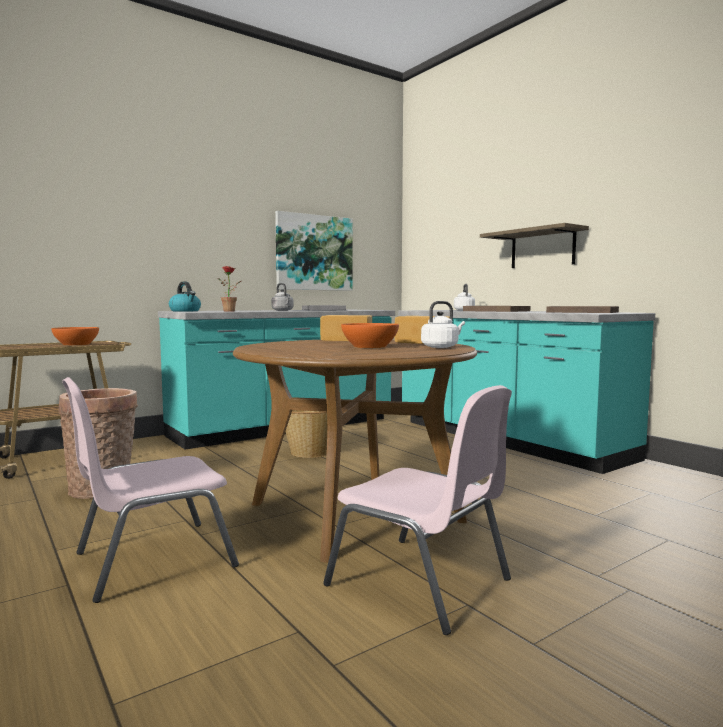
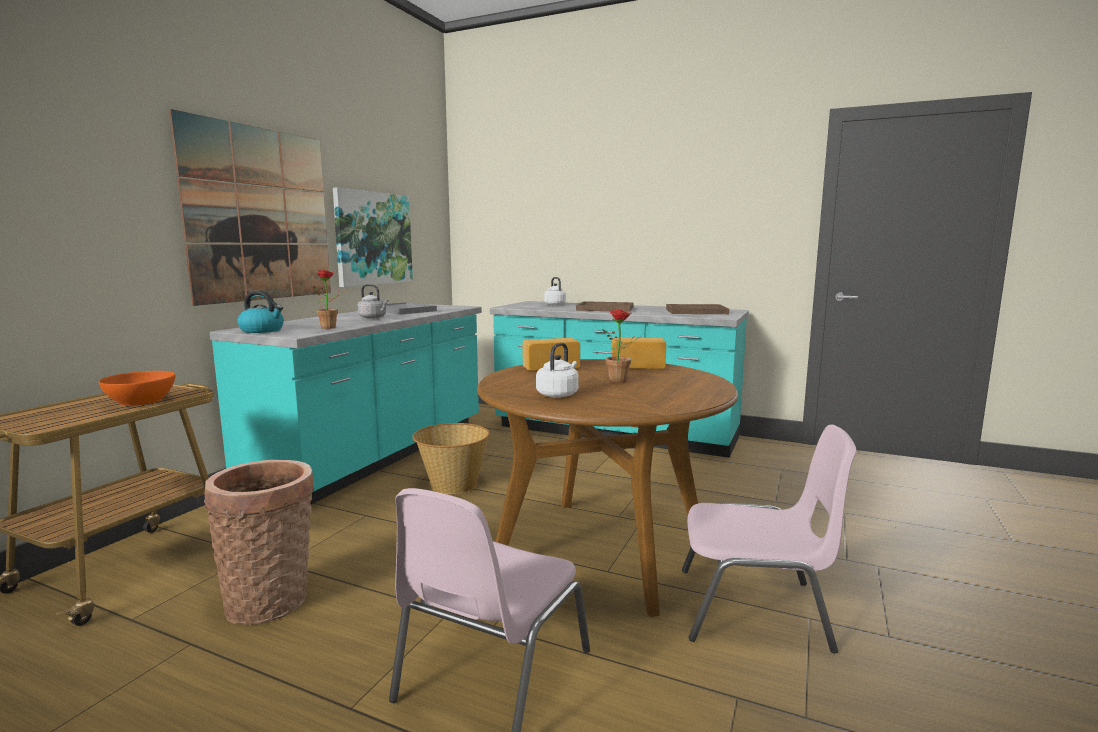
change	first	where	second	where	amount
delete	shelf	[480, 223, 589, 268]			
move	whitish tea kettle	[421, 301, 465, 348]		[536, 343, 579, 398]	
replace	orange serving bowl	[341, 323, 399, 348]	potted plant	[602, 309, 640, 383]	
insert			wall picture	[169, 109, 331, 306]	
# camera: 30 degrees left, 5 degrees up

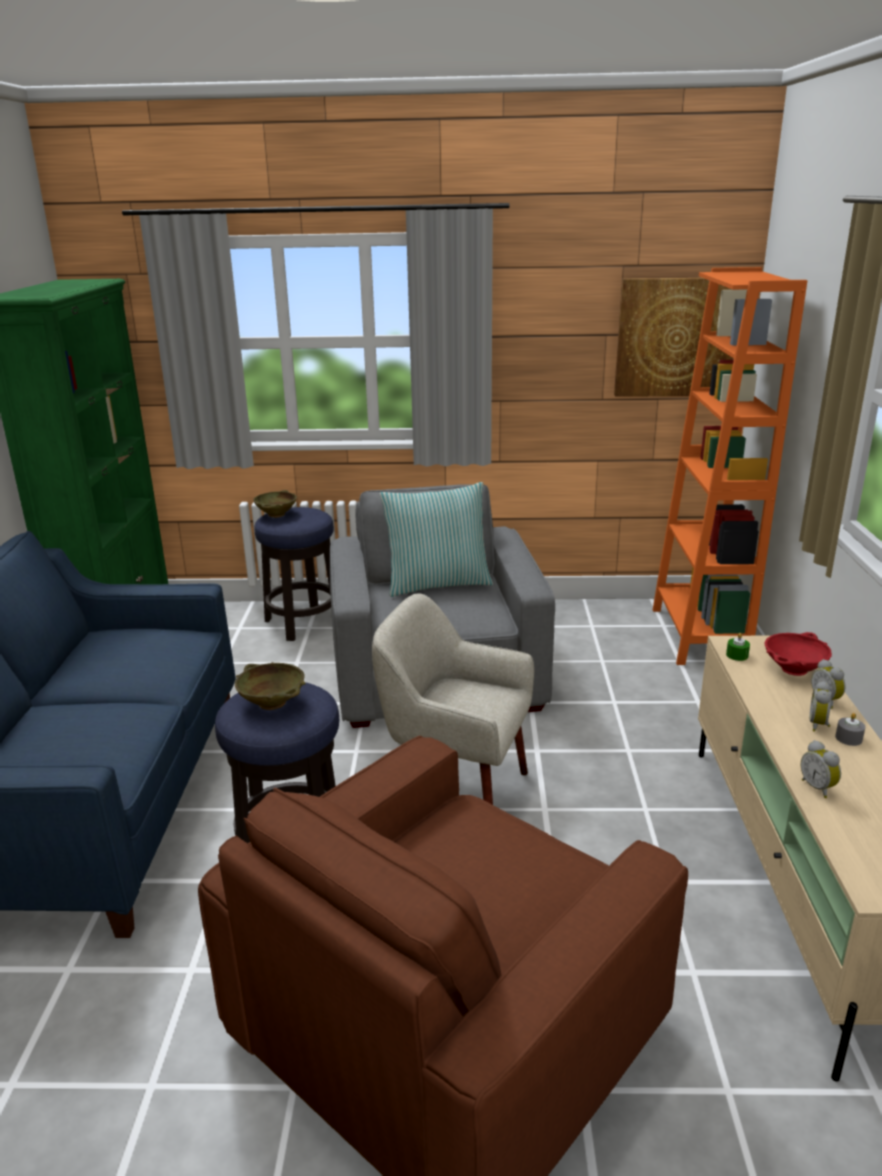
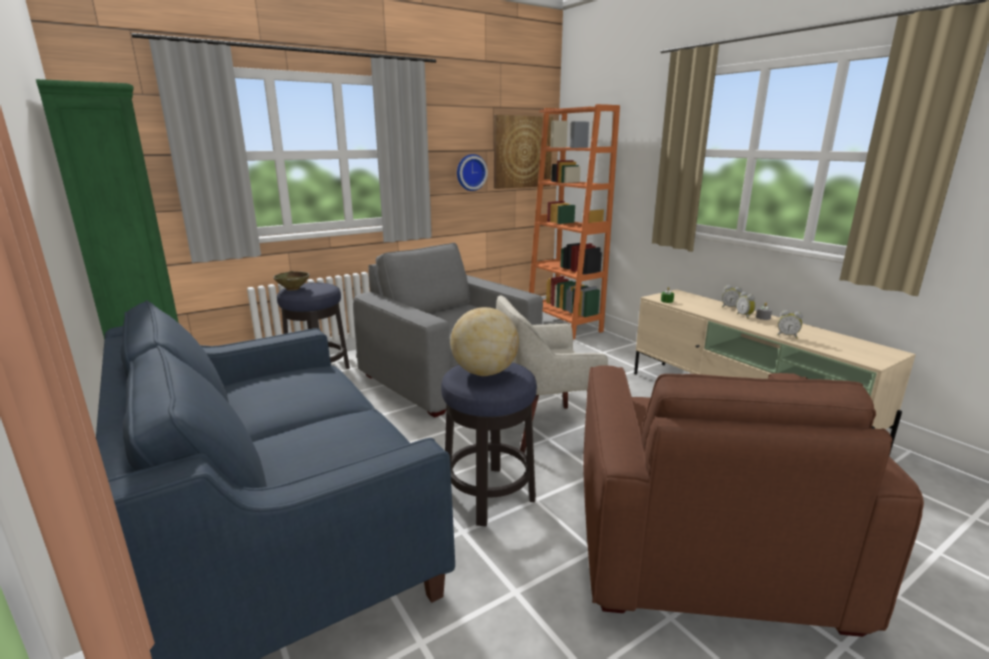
change	first	where	second	where	amount
delete	throw pillow	[380, 482, 493, 597]			
delete	reddish serving bowl	[764, 632, 832, 676]			
replace	sand-coloured serving bowl	[235, 662, 306, 710]	globe	[450, 307, 519, 376]	
insert			wall clock	[457, 154, 488, 191]	
# camera: 35 degrees left, 5 degrees down

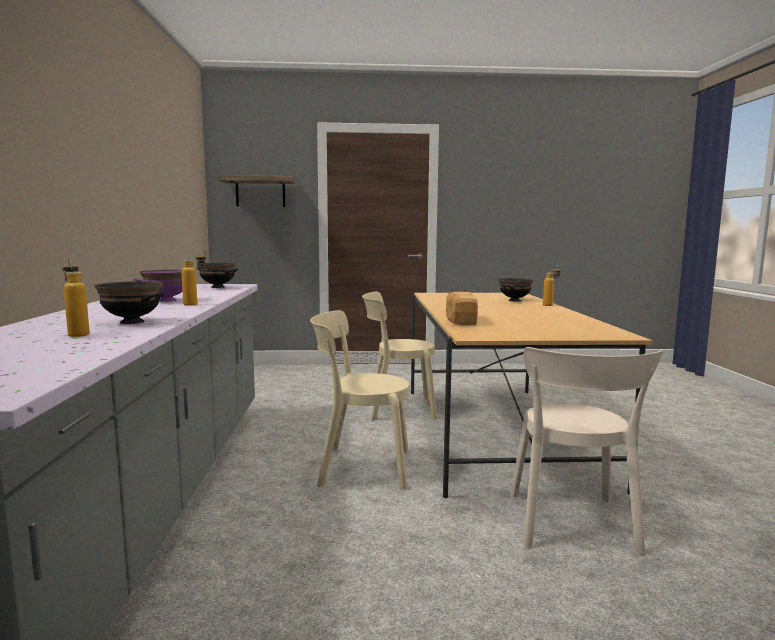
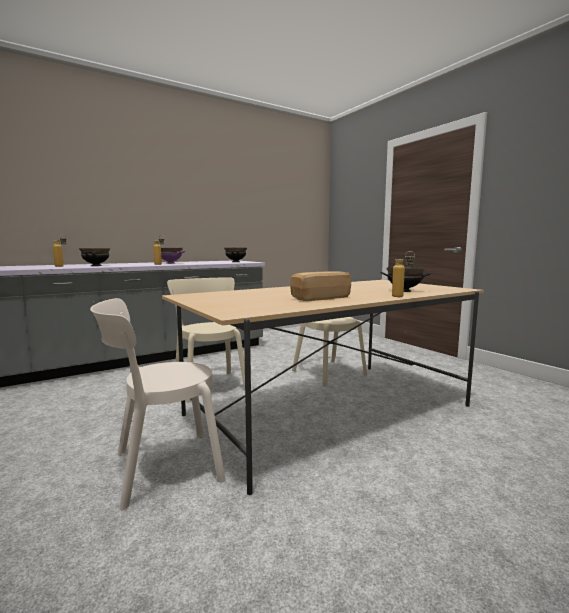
change	first	where	second	where	amount
delete	shelf	[217, 175, 295, 207]			
move	baked bread	[446, 292, 478, 325]		[290, 271, 351, 301]	
# camera: 60 degrees right, 0 degrees up

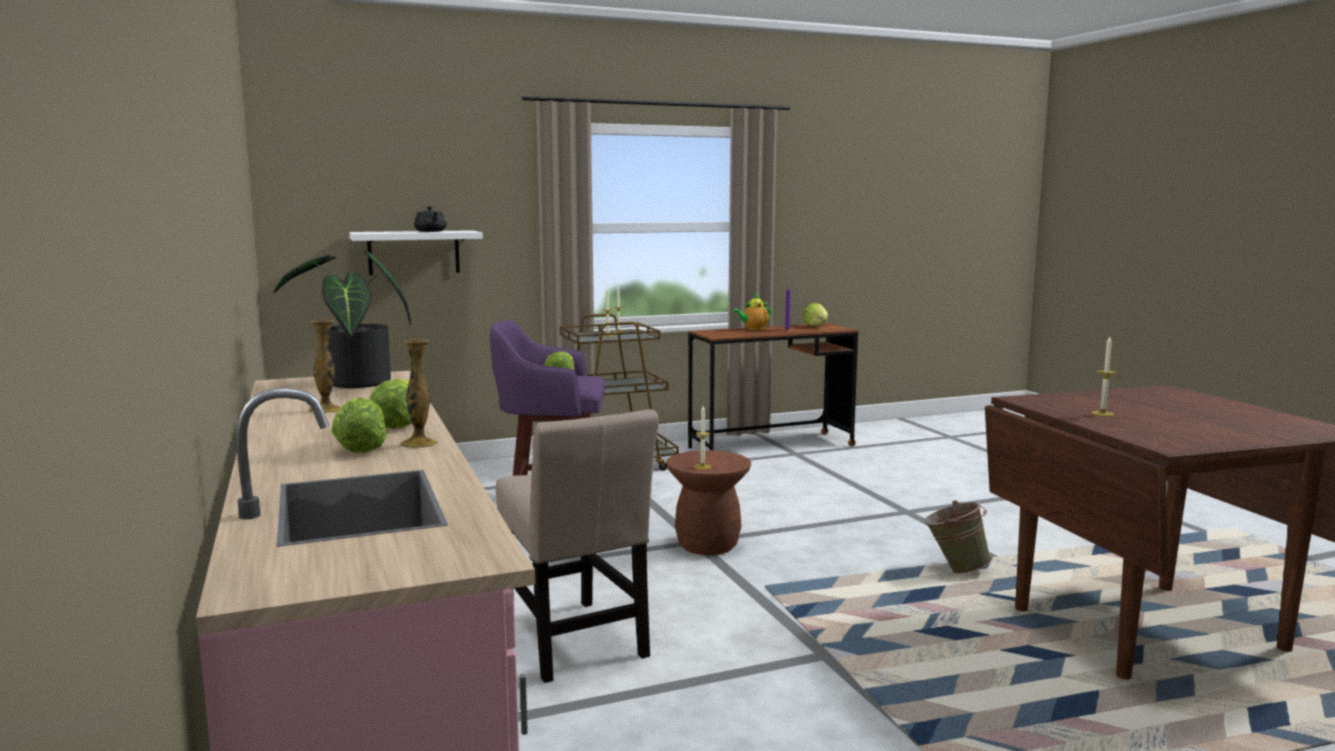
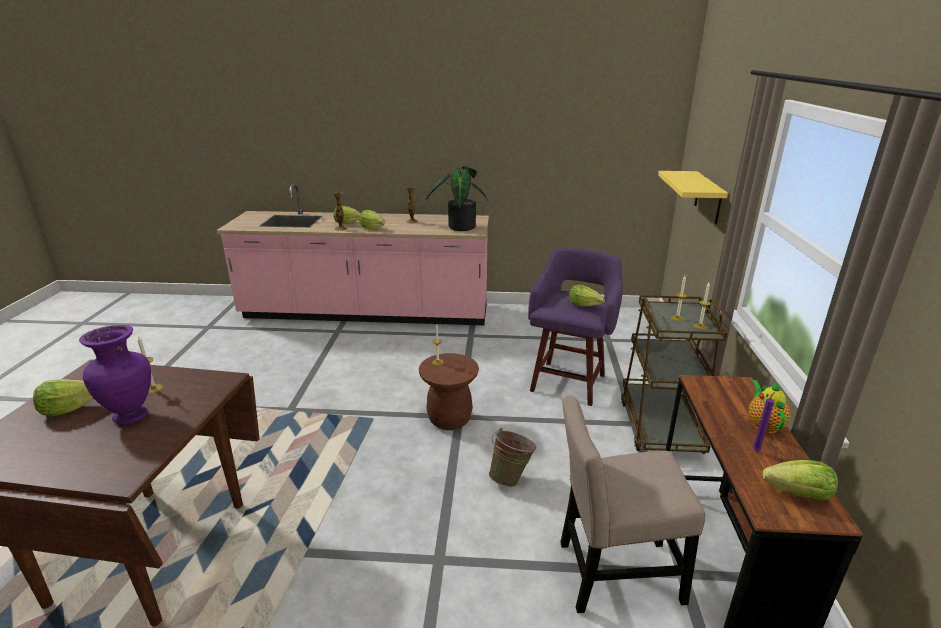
change	first	where	second	where	amount
delete	black-coloured teapot	[414, 206, 447, 232]			
recolor	whitish shelf	[350, 230, 483, 275]	yellowish shelf	[658, 171, 728, 224]	
move	sand-coloured upright chair	[496, 409, 659, 683]		[560, 395, 705, 613]	
move	greenish bucket	[924, 500, 992, 574]		[489, 428, 536, 487]	
insert			purple-coloured vase	[79, 325, 151, 425]	
insert			head of lettuce	[33, 379, 94, 416]	
# camera: 115 degrees right, 15 degrees up

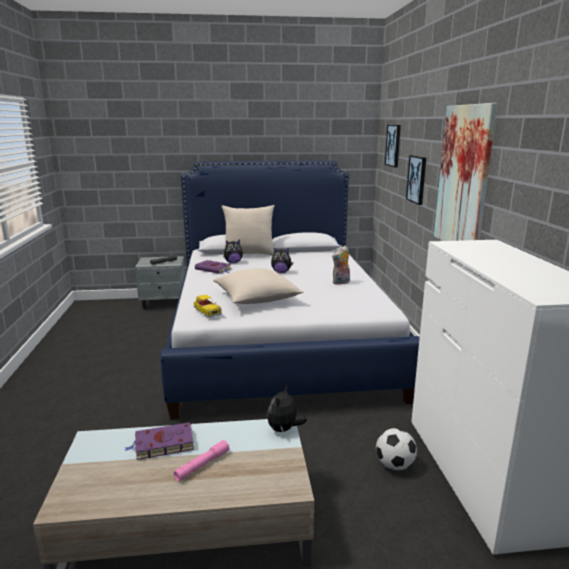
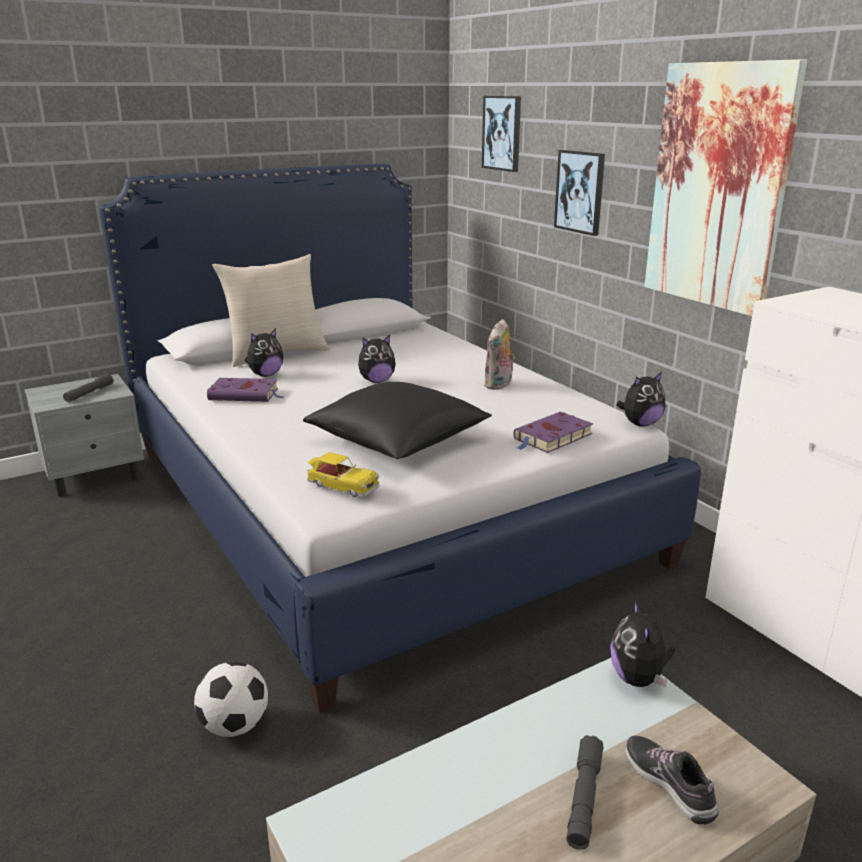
change	first	where	second	where	amount
recolor	sand-coloured throw pillow	[213, 268, 304, 304]	black-coloured throw pillow	[303, 382, 492, 459]	
move	purple-coloured volume	[125, 422, 194, 460]		[513, 412, 593, 453]	
move	ball for football	[376, 428, 417, 470]		[194, 661, 268, 737]	
recolor	pinkish hand torch	[174, 440, 230, 481]	grey hand torch	[567, 735, 604, 850]	
insert			cuddly toy	[616, 372, 665, 427]	
insert			item of footwear	[625, 735, 719, 824]	
# camera: 25 degrees left, 5 degrees up

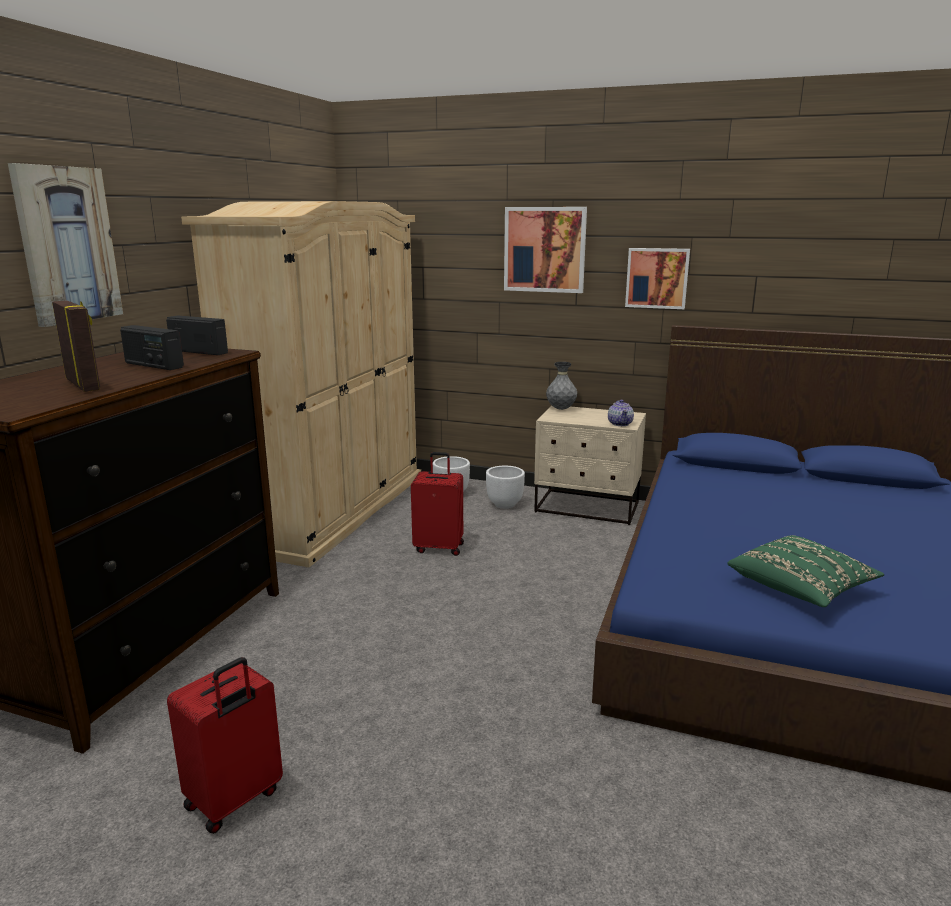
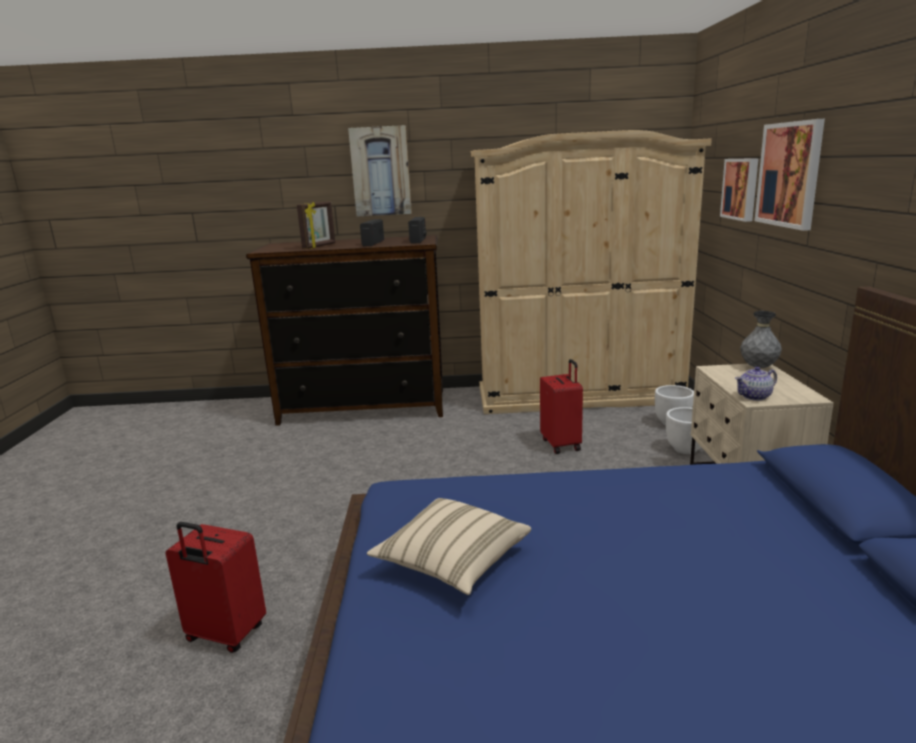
change	first	where	second	where	amount
move	wall picture	[625, 248, 690, 309]		[720, 159, 758, 222]	
recolor	greenish throw pillow	[727, 535, 884, 607]	sand-coloured throw pillow	[367, 498, 531, 595]	
move	reddish suitcase	[167, 657, 283, 834]		[165, 522, 266, 653]	
# camera: 70 degrees right, 0 degrees up

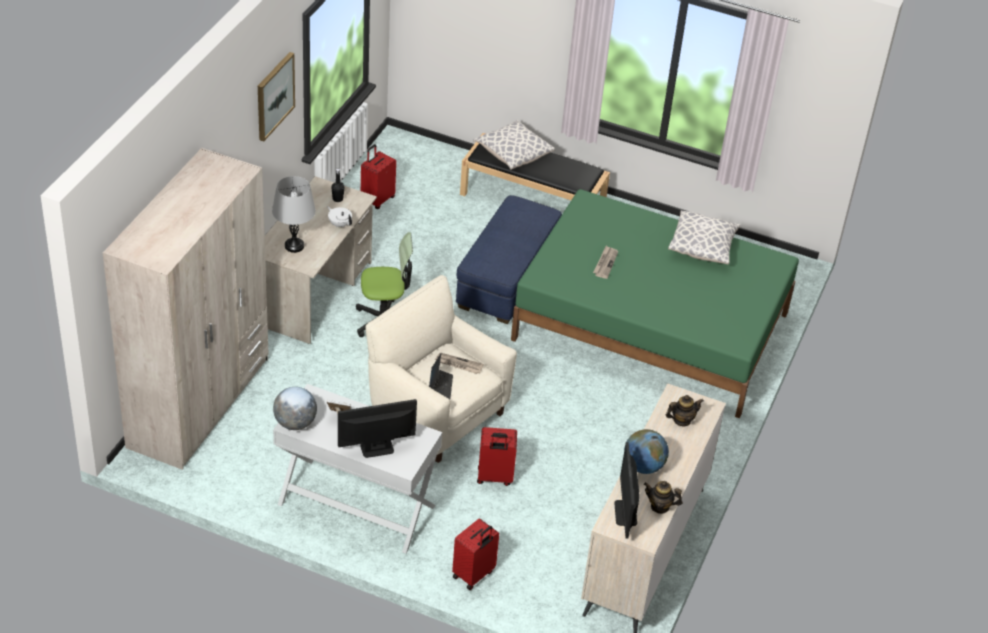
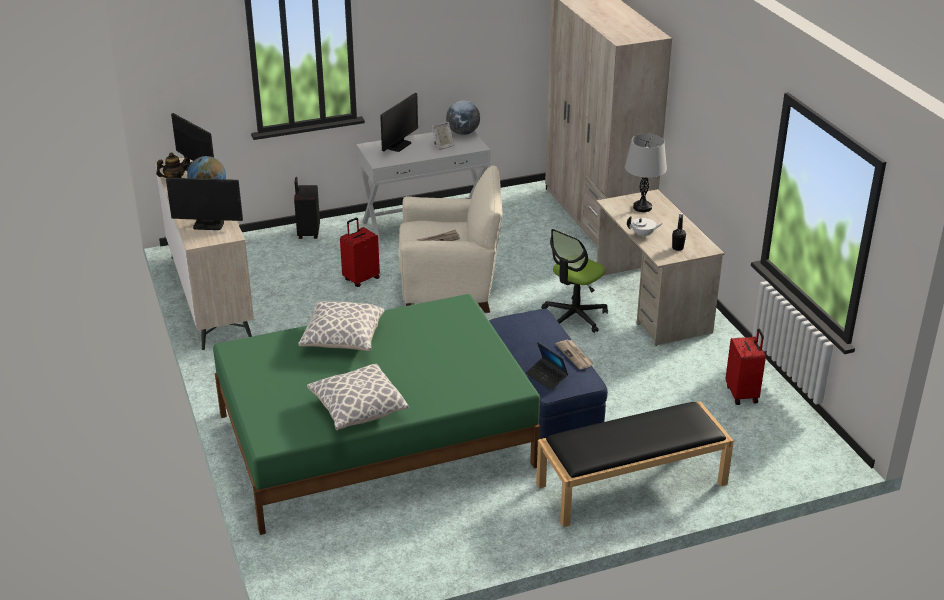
change	first	where	second	where	amount
delete	wall picture	[258, 52, 295, 141]			
move	throw pillow	[473, 120, 555, 170]		[298, 301, 385, 351]	
move	daily paper	[593, 246, 618, 279]		[555, 340, 594, 370]	
move	portable computer	[429, 353, 453, 399]		[526, 342, 568, 390]	
replace	teapot	[666, 395, 704, 427]	monitor	[166, 178, 243, 230]	
recolor	reddish suitcase	[452, 518, 499, 590]	black-coloured suitcase	[294, 177, 320, 239]	
# camera: 140 degrees right, 10 degrees down

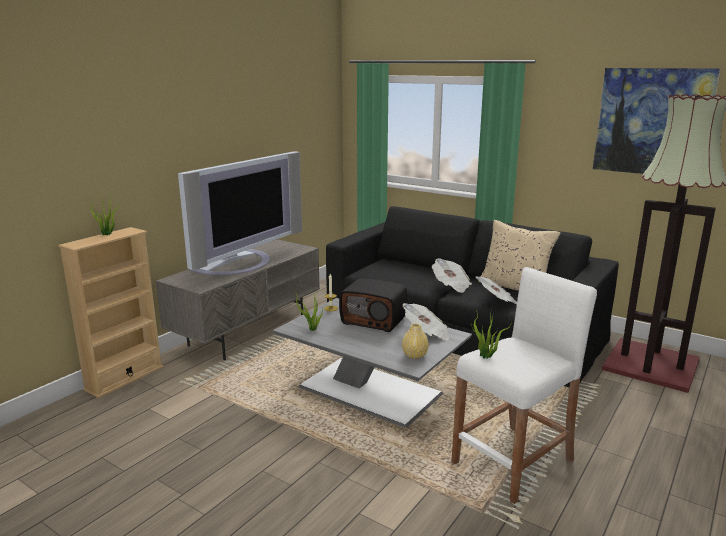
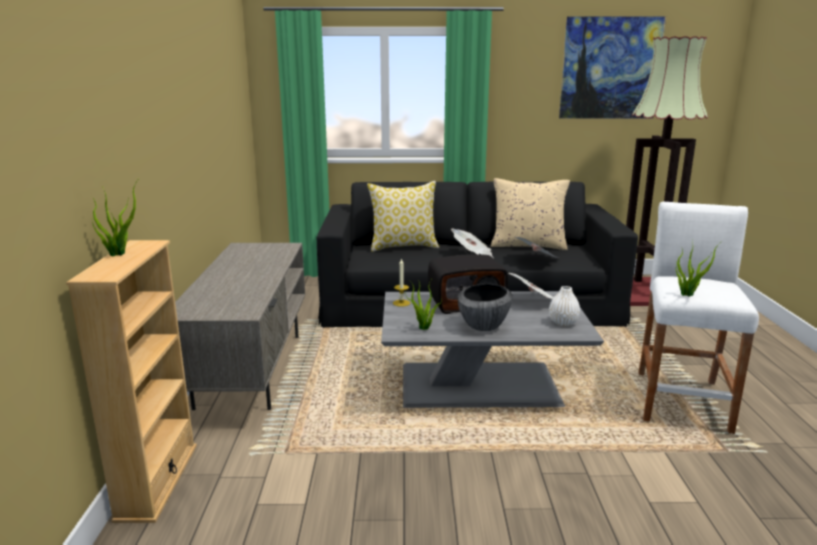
change	first	where	second	where	amount
delete	TV	[178, 151, 302, 275]			
recolor	yellowish vase	[402, 323, 429, 359]	whitish vase	[549, 286, 580, 326]	
insert			throw pillow	[367, 181, 439, 252]	
insert			serving bowl	[457, 284, 513, 331]	
# camera: 35 degrees left, 0 degrees up

